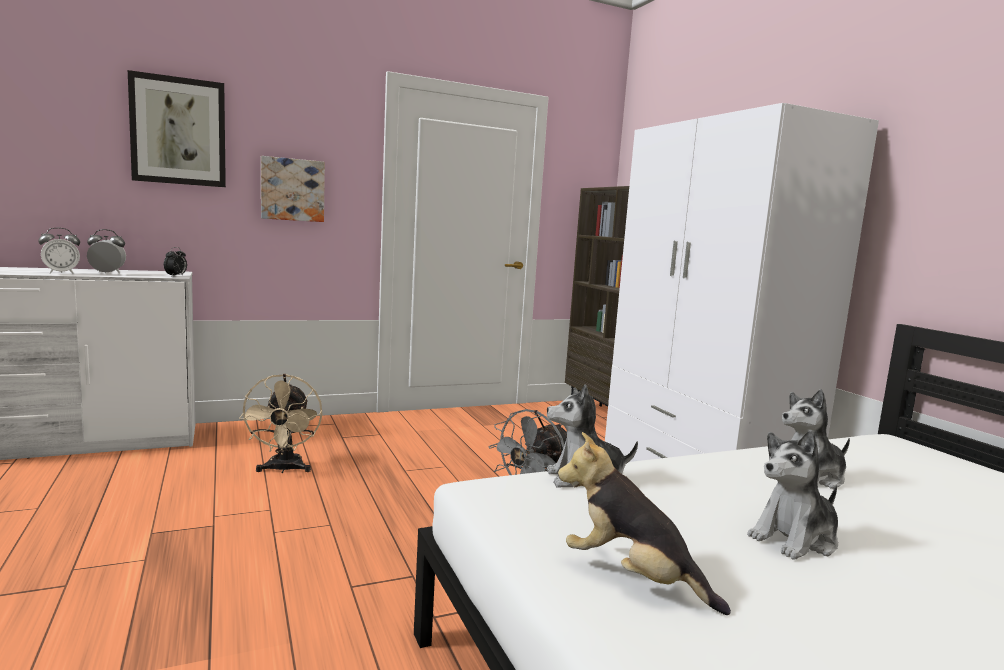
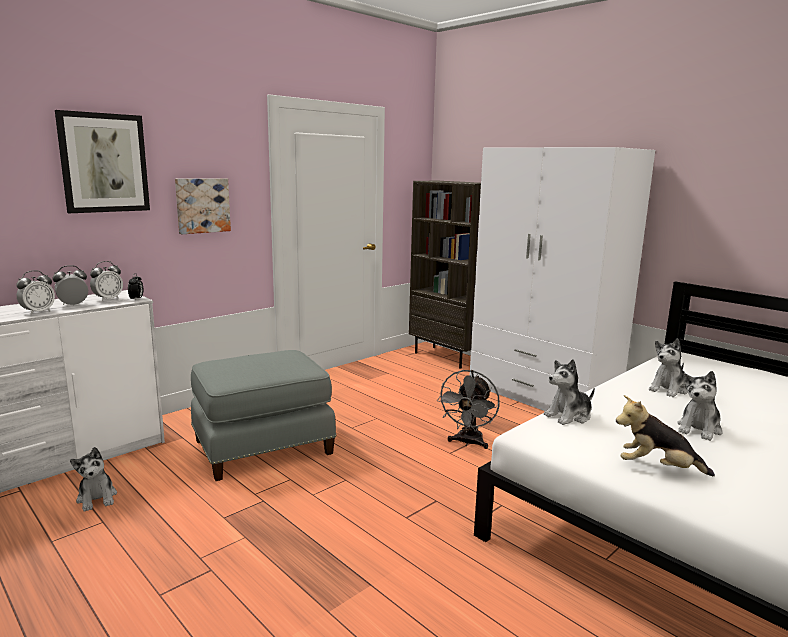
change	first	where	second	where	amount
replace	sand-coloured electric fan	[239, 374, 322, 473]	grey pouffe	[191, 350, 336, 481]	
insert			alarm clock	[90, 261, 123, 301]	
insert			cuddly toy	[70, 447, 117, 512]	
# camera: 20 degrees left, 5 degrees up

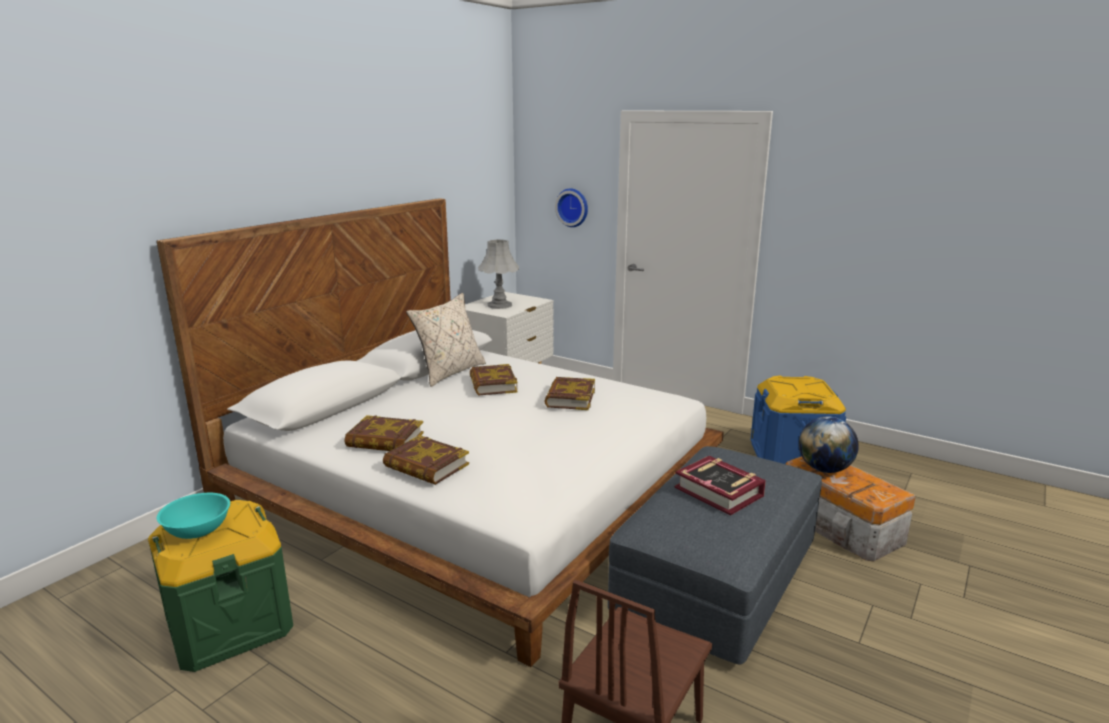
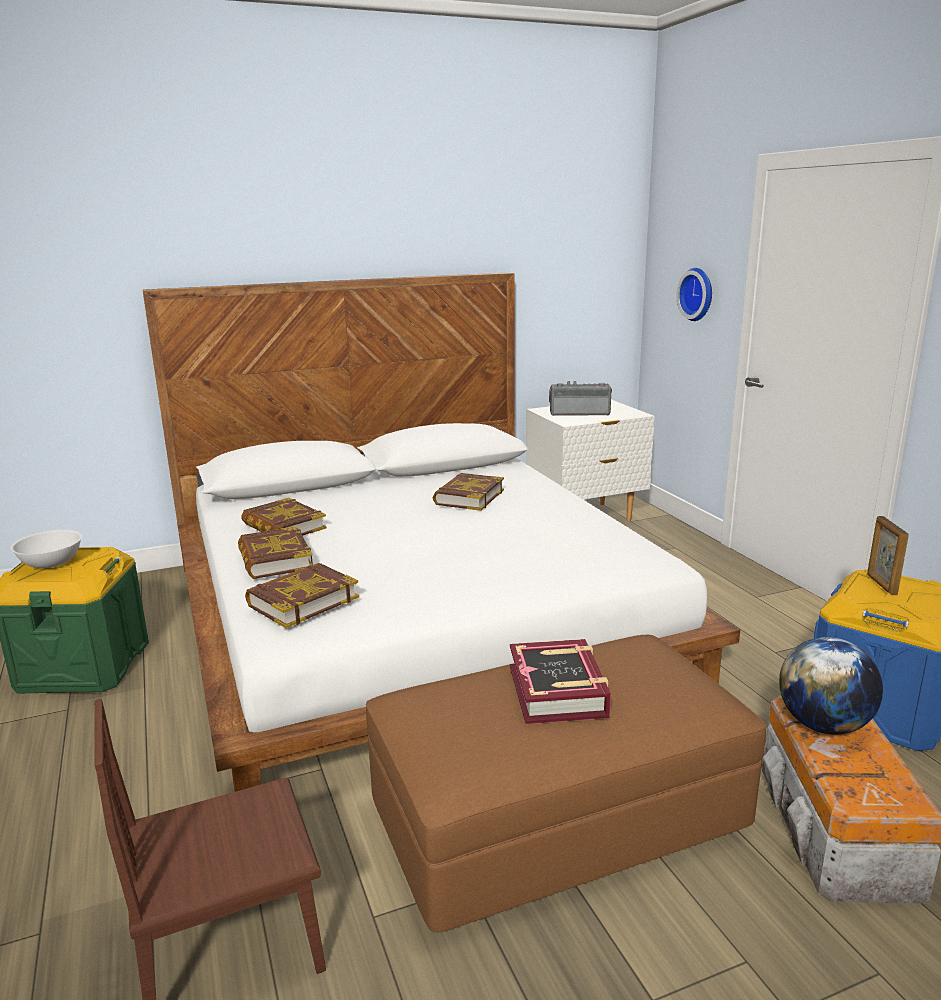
change	first	where	second	where	amount
replace	grey lamp for a table	[478, 239, 519, 309]	radio	[549, 381, 612, 416]	
delete	sand-coloured throw pillow	[406, 293, 486, 387]			
move	volume	[544, 377, 595, 410]		[245, 563, 359, 628]	
recolor	grey pouffe	[608, 446, 822, 664]	brown-coloured pouffe	[366, 635, 766, 933]	
recolor	turquoise-coloured serving bowl	[157, 493, 230, 539]	whitish serving bowl	[10, 530, 82, 568]	
insert			standing frame	[867, 516, 909, 595]	
# camera: 35 degrees right, 0 degrees up

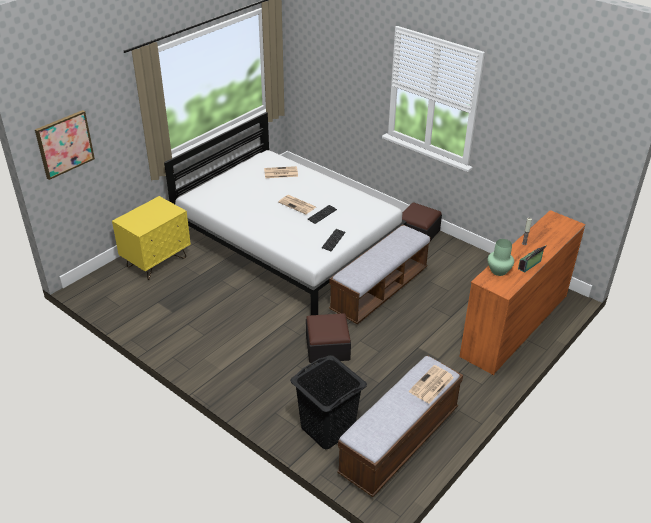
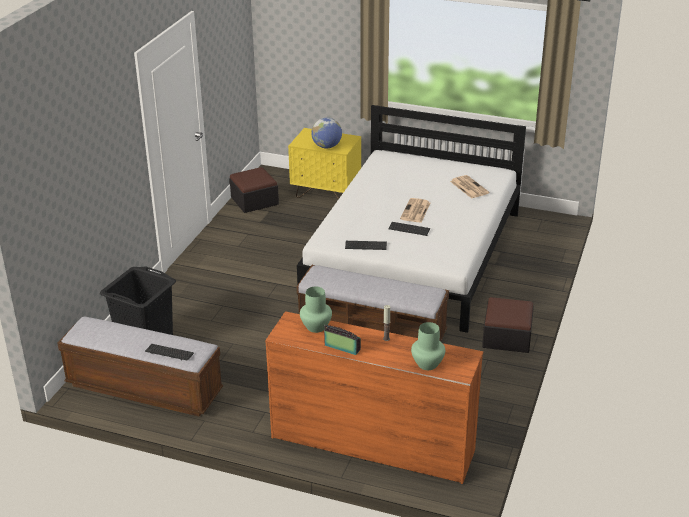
change	first	where	second	where	amount
delete	wall picture	[35, 110, 95, 180]			
move	pouffe	[306, 313, 351, 363]		[229, 167, 279, 213]	
replace	daily paper	[409, 365, 454, 404]	PC keyboard	[145, 344, 194, 361]	
insert			globe	[311, 118, 342, 149]	
insert			greenish vase	[411, 322, 445, 370]	
# camera: 70 degrees right, 5 degrees down

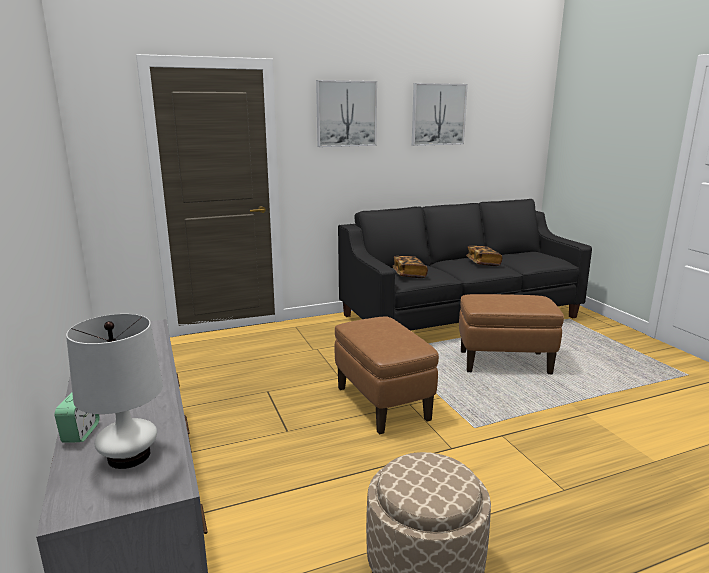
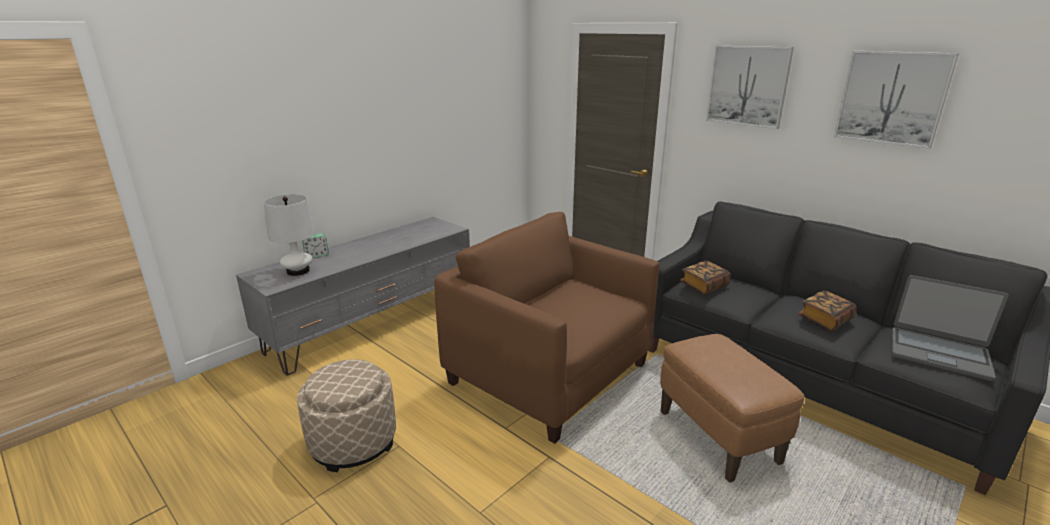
change	first	where	second	where	amount
replace	brown-coloured pouffe	[335, 317, 439, 435]	brown-coloured easy chair	[434, 212, 659, 444]	
insert			portable computer	[891, 275, 1008, 381]	
# camera: 65 degrees right, 5 degrees up

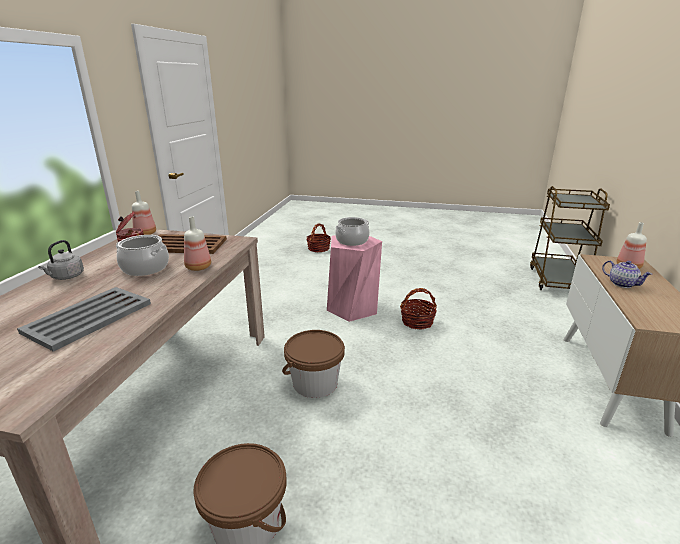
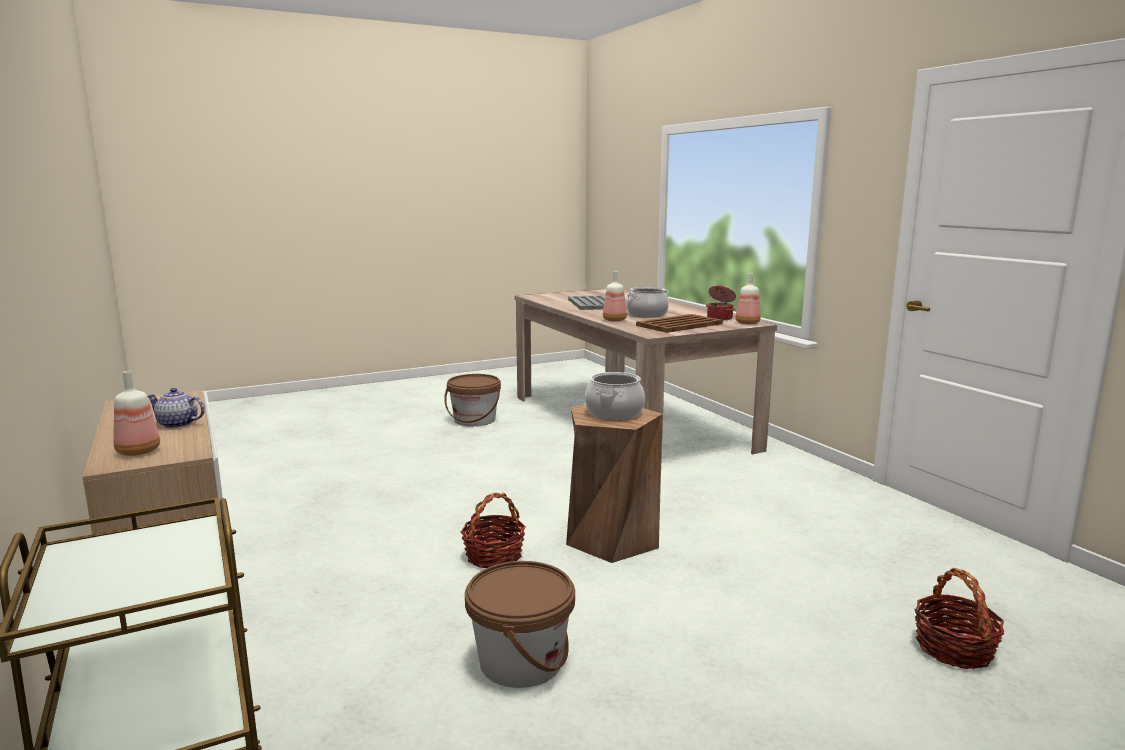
change	first	where	second	where	amount
recolor	pinkish sitting stool	[327, 235, 382, 322]	brown-coloured sitting stool	[566, 405, 663, 563]	
delete	grey tea kettle	[38, 240, 84, 280]			
move	brown-coloured bucket	[282, 330, 345, 398]		[465, 561, 575, 688]	
# camera: 140 degrees right, 10 degrees down

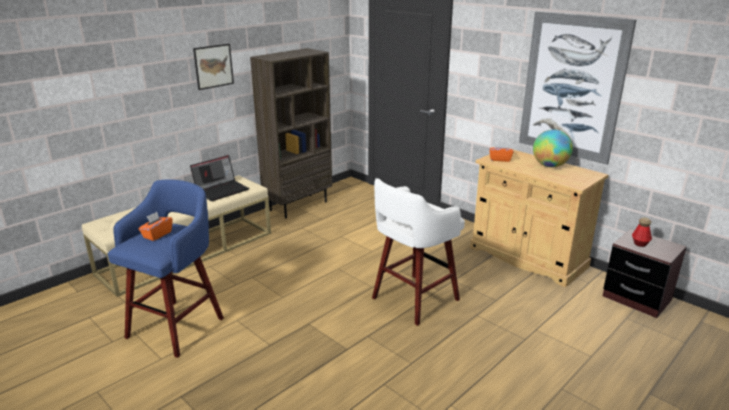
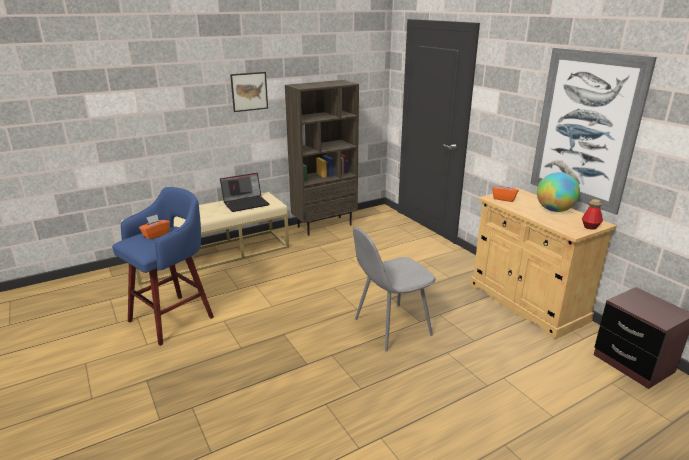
change	first	where	second	where	amount
replace	whitish sitting stool	[372, 178, 465, 326]	grey upright chair	[353, 227, 436, 352]	
move	beverage bottle	[632, 217, 652, 247]		[582, 199, 603, 230]	
# camera: 15 degrees right, 0 degrees up

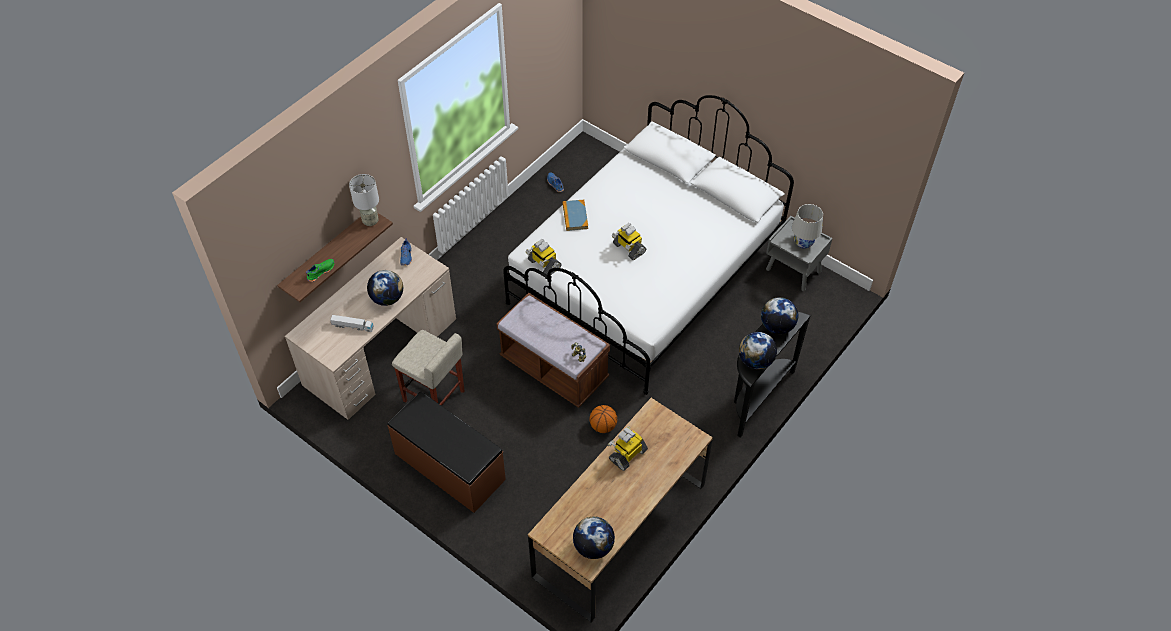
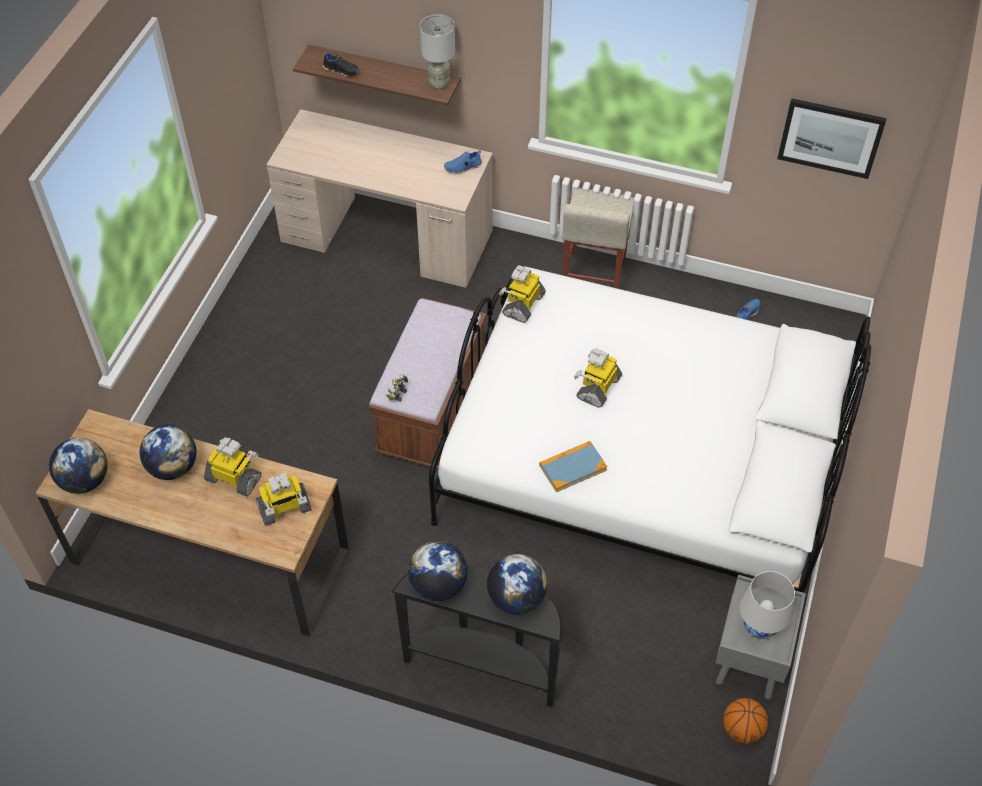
change	first	where	second	where	amount
move	volume	[562, 200, 588, 231]		[539, 441, 607, 492]	
recolor	greenish item of footwear	[306, 259, 334, 282]	black-coloured item of footwear	[323, 51, 360, 77]	
move	globe	[367, 270, 403, 306]		[139, 425, 197, 480]	
delete	toy truck	[330, 315, 374, 332]			
move	sand-coloured sitting stool	[392, 330, 464, 406]		[562, 188, 634, 289]	
delete	brown-coloured long seat	[388, 392, 506, 513]			
move	ball for basketball	[590, 405, 617, 433]		[723, 698, 768, 744]	
insert			wall picture	[777, 98, 887, 179]	
insert			model robot	[255, 473, 312, 526]	
# camera: 70 degrees right, 0 degrees up

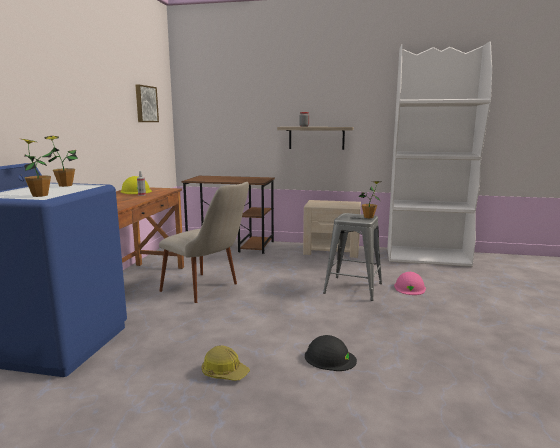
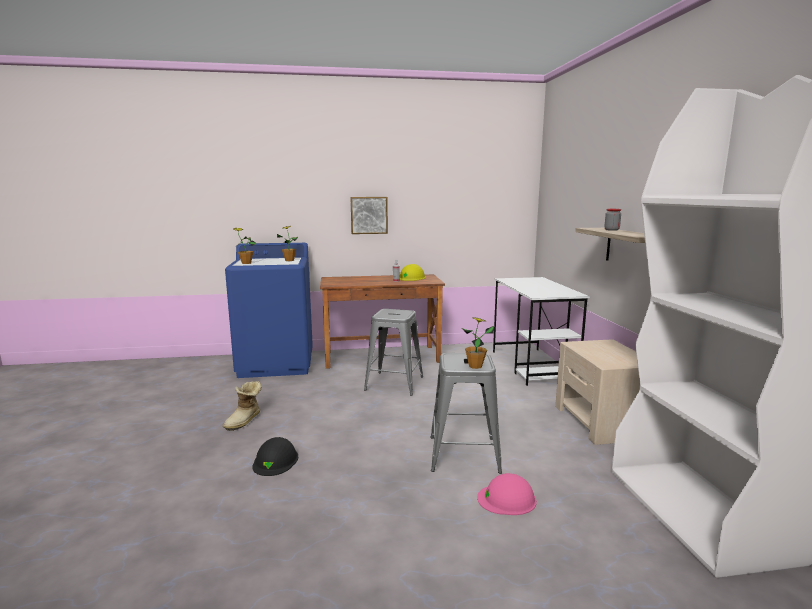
change	first	where	second	where	amount
move	wall picture	[136, 85, 159, 122]		[351, 197, 388, 234]	
recolor	brown-coloured desk	[181, 176, 275, 254]	whitish desk	[493, 277, 590, 386]	
replace	sand-coloured upright chair	[159, 182, 249, 303]	grey sitting stool	[364, 309, 423, 395]	
replace	hard hat	[202, 345, 250, 381]	tall boot	[223, 381, 262, 431]	
# camera: 70 degrees right, 0 degrees up

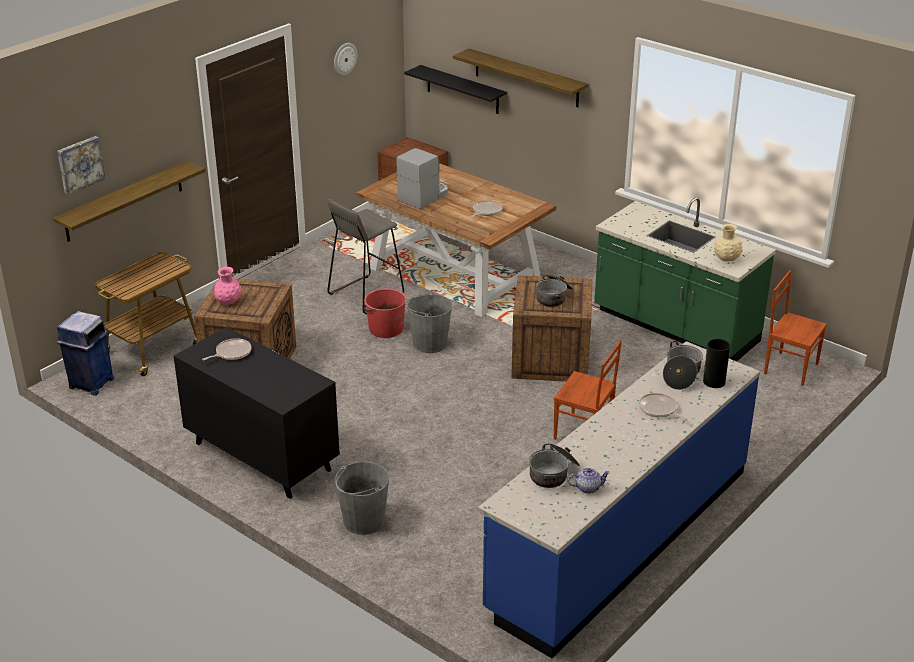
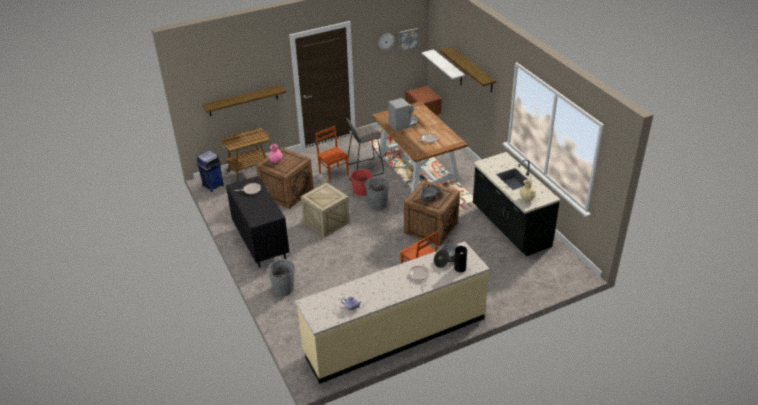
change	first	where	second	where	amount
recolor	black-coloured shelf	[404, 65, 507, 114]	whitish shelf	[422, 49, 465, 85]	
move	wall picture	[57, 136, 105, 195]		[399, 28, 418, 52]	
recolor	greenish kitchen base unit	[594, 197, 776, 362]	black-coloured kitchen base unit	[473, 152, 560, 256]	
move	brown-coloured upright chair	[764, 270, 827, 386]		[315, 126, 349, 183]	
recolor	bluish kitchen base unit	[478, 341, 760, 658]	sand-coloured kitchen base unit	[295, 241, 490, 384]	
delete	saucepot	[529, 443, 580, 488]			
insert			shipping crate	[301, 182, 350, 238]	
# camera: 25 degrees right, 5 degrees up

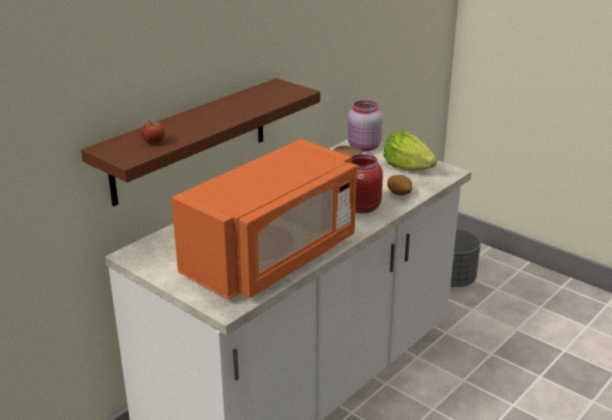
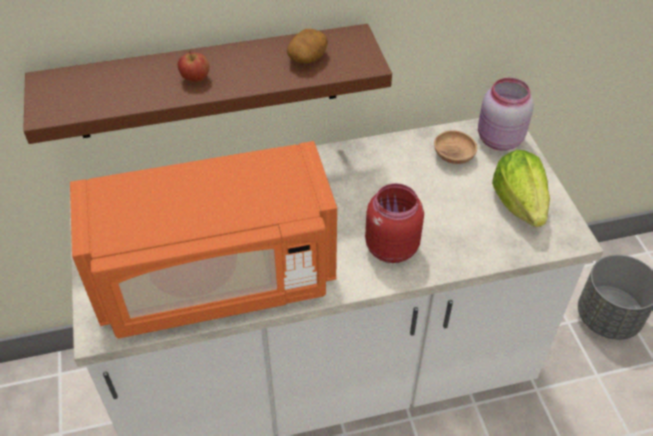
change	first	where	second	where	amount
move	apple	[140, 120, 165, 144]		[178, 51, 210, 82]	
move	potato	[387, 175, 412, 195]		[287, 29, 328, 63]	
# camera: 35 degrees right, 20 degrees up

